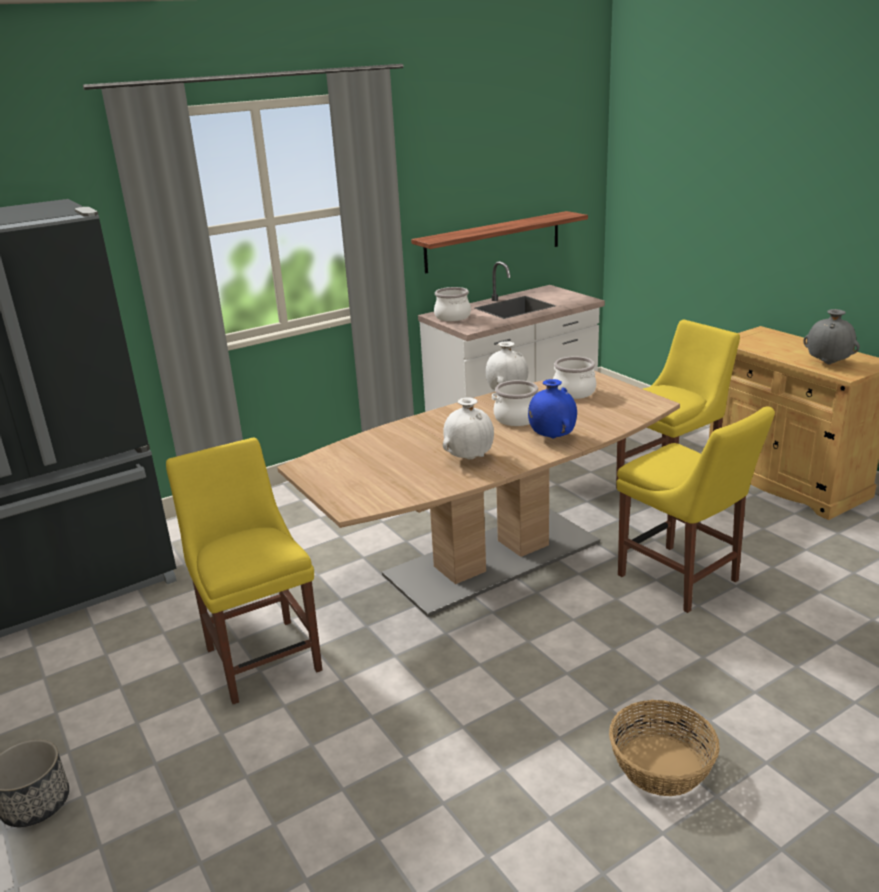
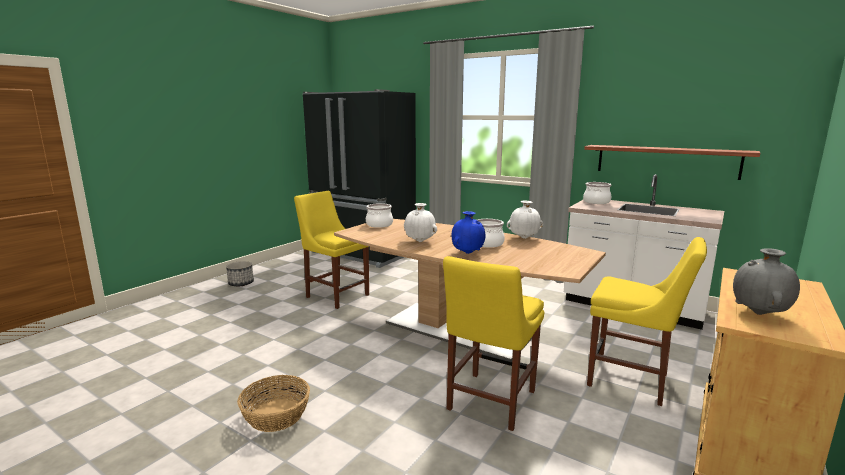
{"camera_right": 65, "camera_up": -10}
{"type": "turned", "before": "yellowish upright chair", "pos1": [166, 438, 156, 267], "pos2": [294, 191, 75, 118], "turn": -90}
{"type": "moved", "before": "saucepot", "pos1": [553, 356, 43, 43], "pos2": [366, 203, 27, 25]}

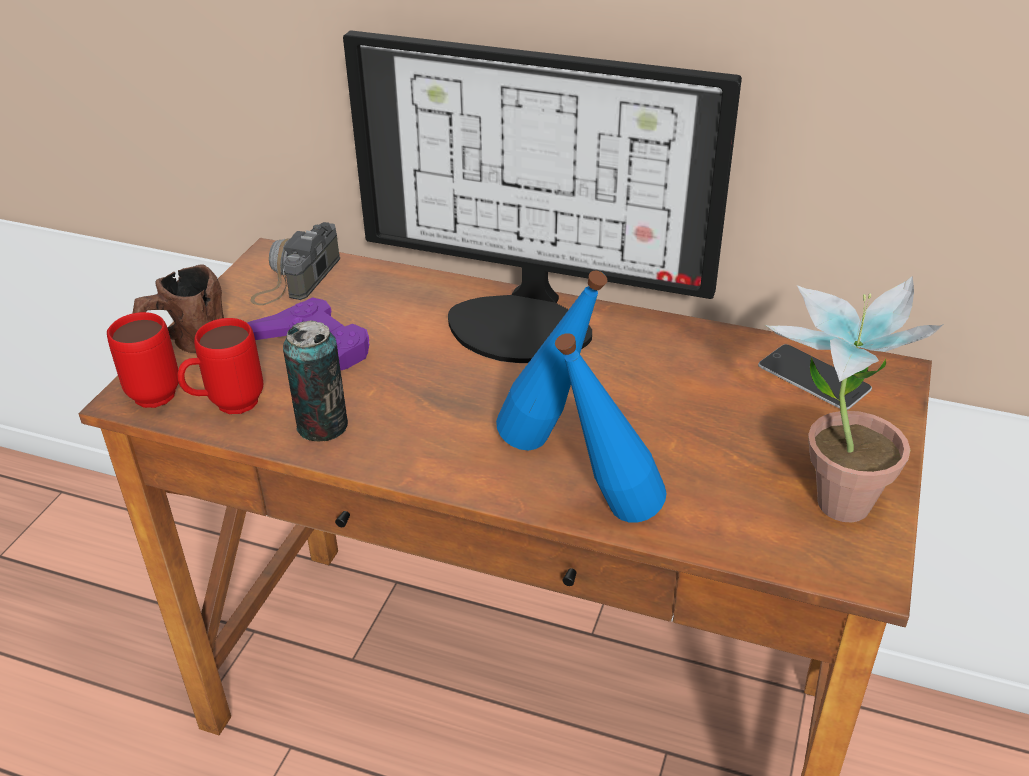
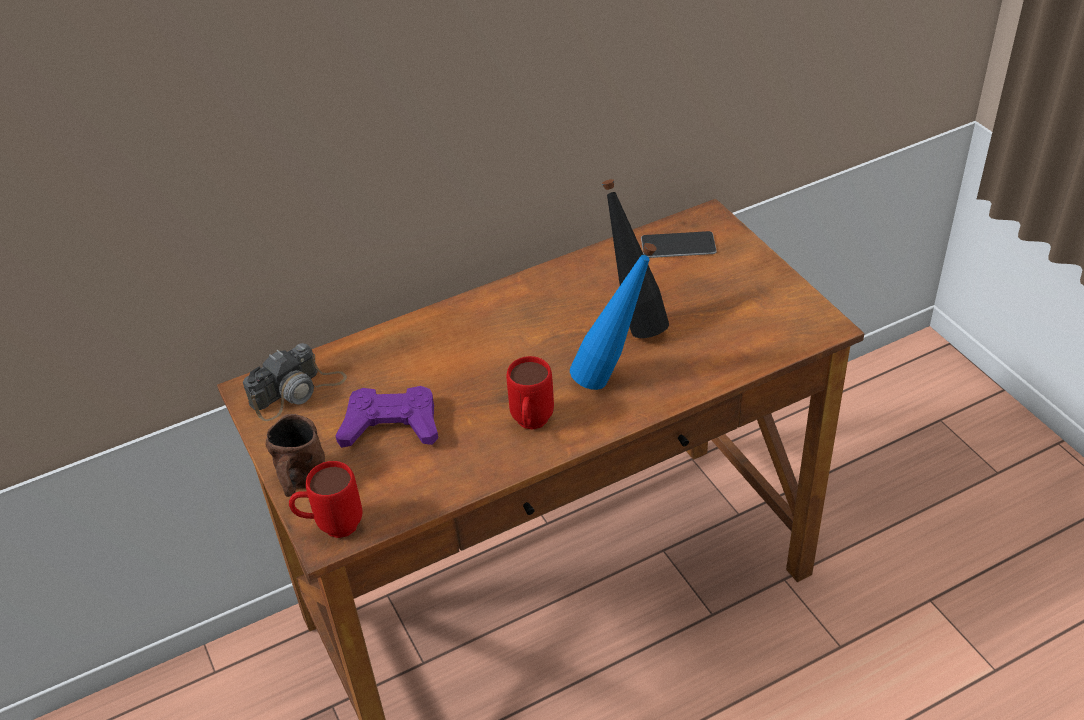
{"camera_right": -45, "camera_up": 5}
{"type": "moved", "before": "red-coloured tea mug", "pos1": [177, 318, 86, 96], "pos2": [506, 356, 48, 74]}
{"type": "turned", "before": "still camera", "pos1": [250, 222, 90, 83], "pos2": [243, 343, 104, 78], "turn": -105}
{"type": "removed", "before": "can", "pos1": [283, 320, 65, 121]}
{"type": "removed", "before": "monitor", "pos1": [343, 30, 399, 333]}
{"type": "removed", "before": "blue-coloured beverage bottle", "pos1": [555, 333, 111, 190]}
{"type": "removed", "before": "plant in a pot", "pos1": [765, 276, 179, 246]}
{"type": "added", "after": "black-coloured beverage bottle", "pos2": [602, 179, 67, 159]}

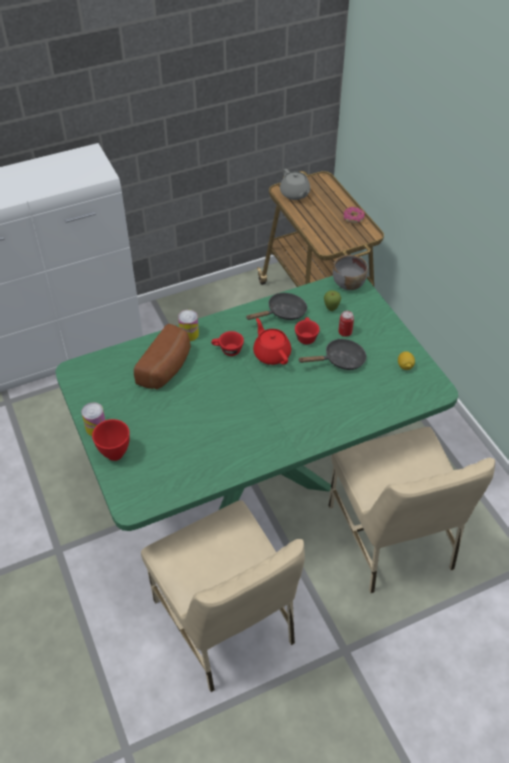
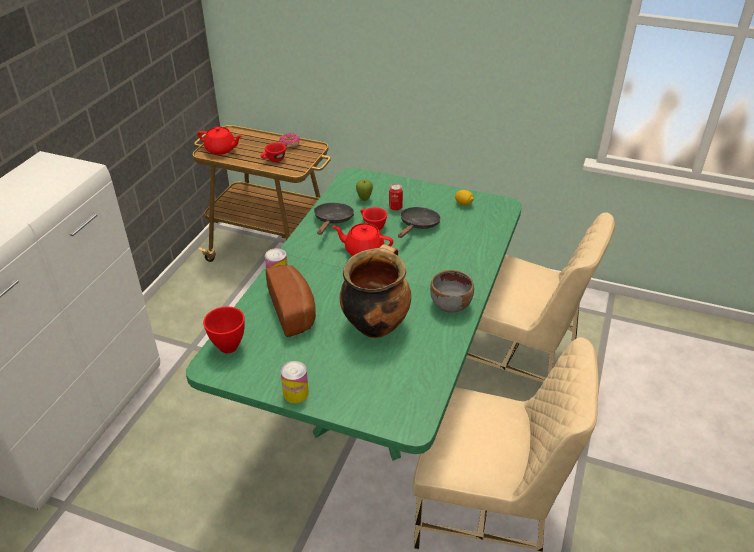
{"camera_right": -45, "camera_up": -10}
{"type": "moved", "before": "red-coloured serving bowl", "pos1": [92, 419, 38, 42], "pos2": [203, 306, 42, 47]}
{"type": "moved", "before": "red-coloured cup", "pos1": [211, 331, 33, 25], "pos2": [261, 142, 25, 20]}
{"type": "recoloured", "before": "greyish pot for tea", "after": "red-coloured pot for tea", "pos1": [280, 169, 30, 31], "pos2": [198, 127, 44, 28]}
{"type": "moved", "before": "greyish serving bowl", "pos1": [333, 255, 35, 35], "pos2": [430, 270, 44, 43]}
{"type": "added", "after": "saucepot", "pos2": [340, 244, 71, 94]}

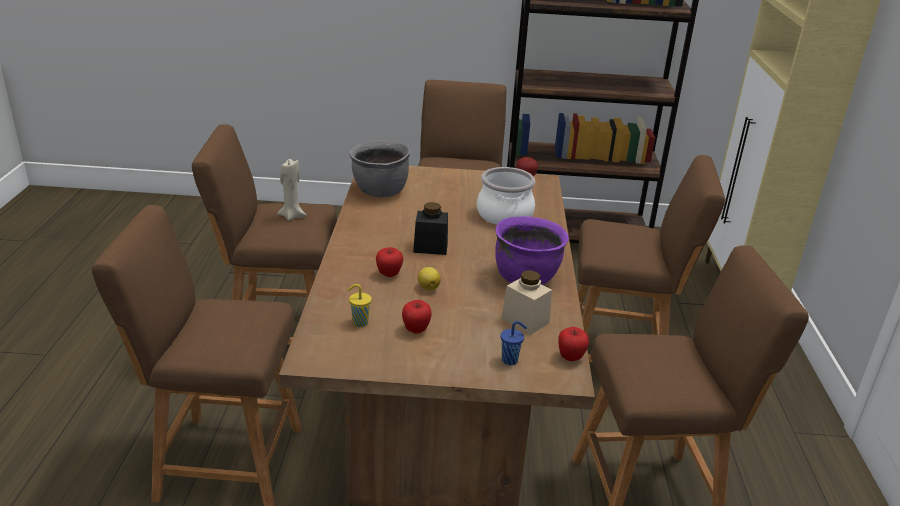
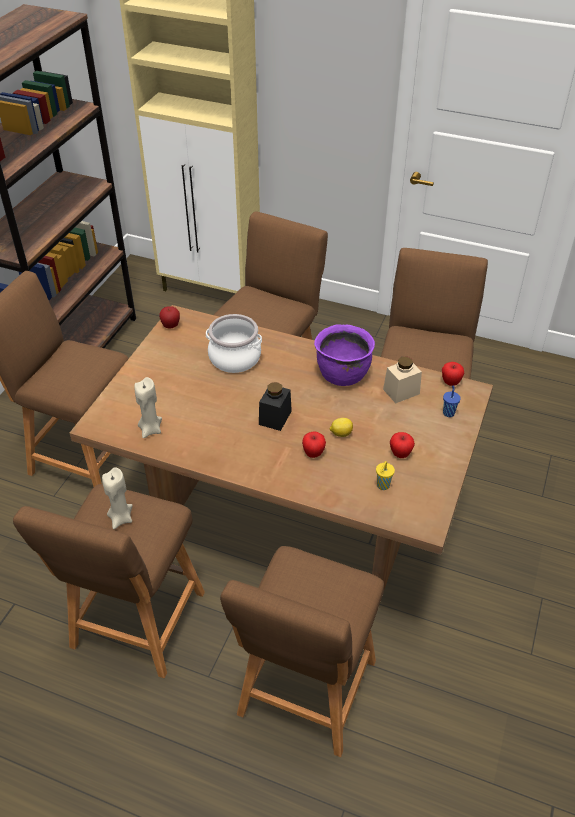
{"camera_right": -70, "camera_up": 15}
{"type": "replaced", "before": "greyish saucepot", "after": "sand-coloured candle", "pos1": [349, 140, 62, 57], "pos2": [134, 377, 28, 61]}

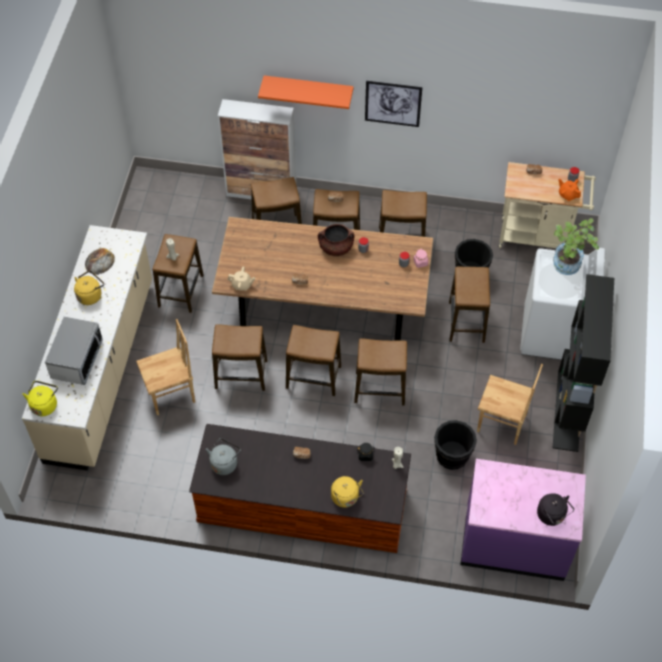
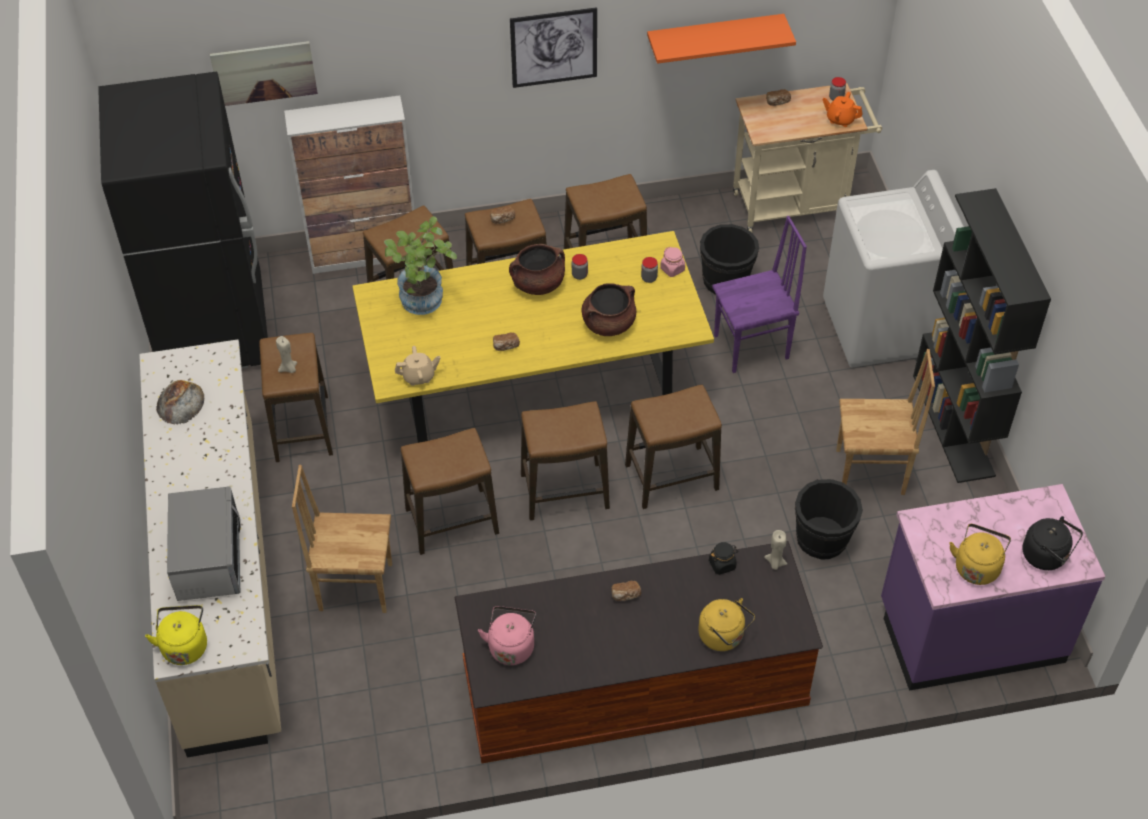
{"camera_right": -20, "camera_up": -5}
{"type": "moved", "before": "yellowish tea kettle", "pos1": [74, 271, 30, 34], "pos2": [949, 524, 62, 61]}
{"type": "turned", "before": "brown-coloured upright chair", "pos1": [136, 319, 59, 96], "pos2": [292, 465, 100, 148], "turn": -135}
{"type": "recoloured", "before": "greyish tea kettle", "after": "pink tea kettle", "pos1": [206, 438, 35, 37], "pos2": [478, 606, 58, 59]}
{"type": "recoloured", "before": "brown-coloured dining table", "after": "yellowish dining table", "pos1": [212, 217, 221, 124], "pos2": [352, 231, 362, 212]}
{"type": "moved", "before": "orange-coloured shelf", "pos1": [258, 75, 96, 34], "pos2": [647, 14, 149, 50]}
{"type": "replaced", "before": "stool seat", "after": "purple upright chair", "pos1": [449, 267, 41, 76], "pos2": [712, 216, 95, 157]}
{"type": "moved", "before": "plant in a pot", "pos1": [553, 218, 46, 57], "pos2": [384, 216, 73, 99]}
{"type": "added", "after": "black-coloured refrigerator", "pos2": [98, 72, 170, 297]}
{"type": "added", "after": "wall picture", "pos2": [210, 41, 108, 65]}
{"type": "added", "after": "brown-coloured saucepot", "pos2": [582, 283, 54, 53]}

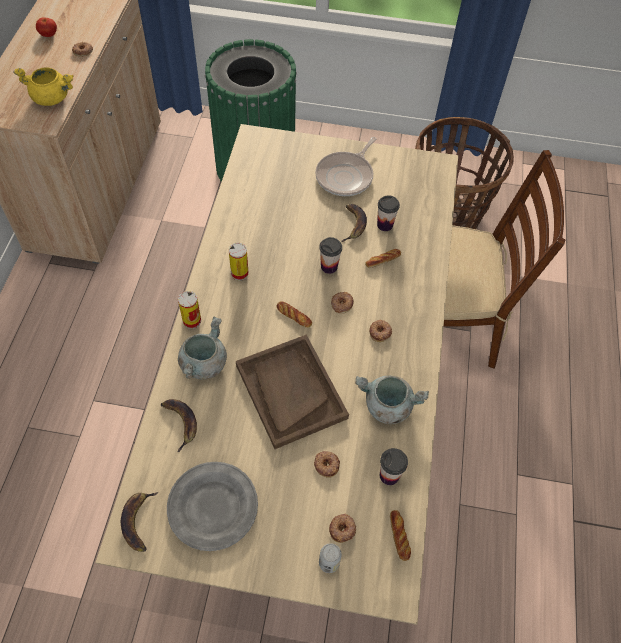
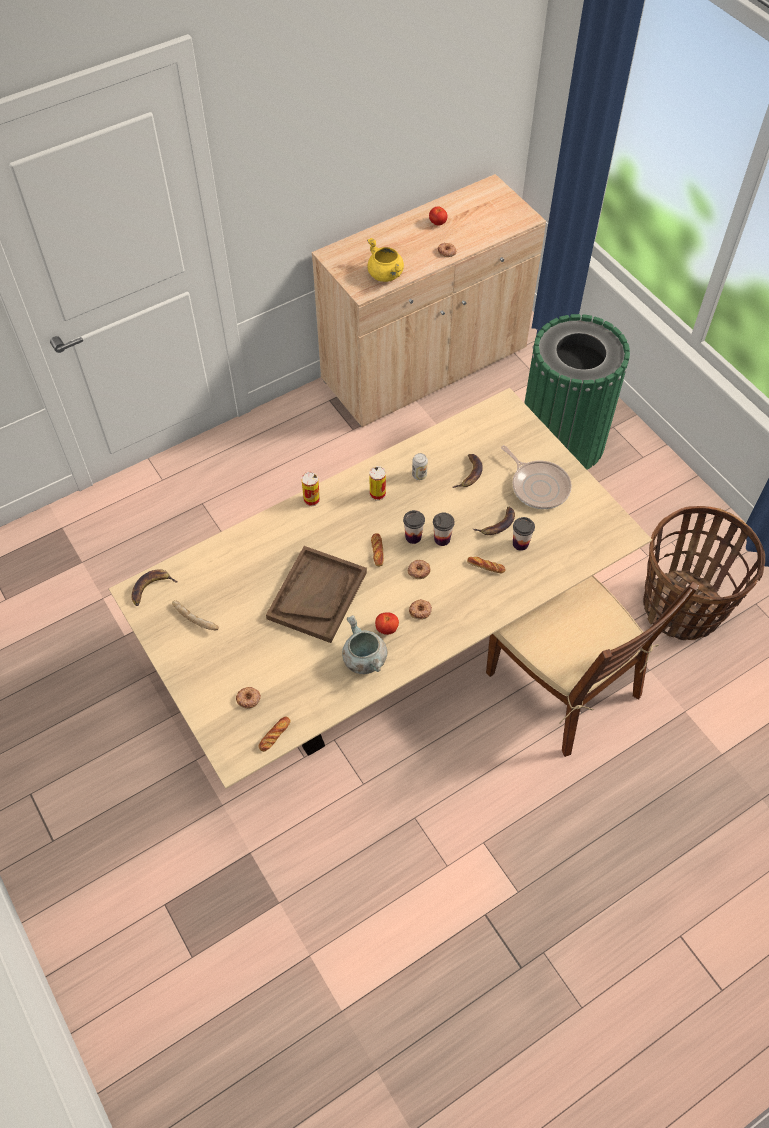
{"camera_right": 50, "camera_up": 0}
{"type": "moved", "before": "banana", "pos1": [161, 399, 36, 53], "pos2": [452, 454, 31, 34]}
{"type": "replaced", "before": "greyish dinner plate", "after": "bread", "pos1": [167, 462, 91, 89], "pos2": [172, 600, 47, 30]}
{"type": "removed", "before": "greyish saucepot", "pos1": [178, 317, 49, 62]}
{"type": "removed", "before": "doughnut", "pos1": [314, 451, 26, 27]}
{"type": "turned", "before": "frying pan", "pos1": [315, 137, 61, 59], "pos2": [501, 445, 71, 64], "turn": -120}
{"type": "moved", "before": "can", "pos1": [319, 543, 23, 30], "pos2": [412, 453, 16, 27]}
{"type": "moved", "before": "cup", "pos1": [380, 448, 28, 37], "pos2": [403, 510, 22, 34]}
{"type": "added", "after": "tomato", "pos2": [375, 612, 24, 23]}

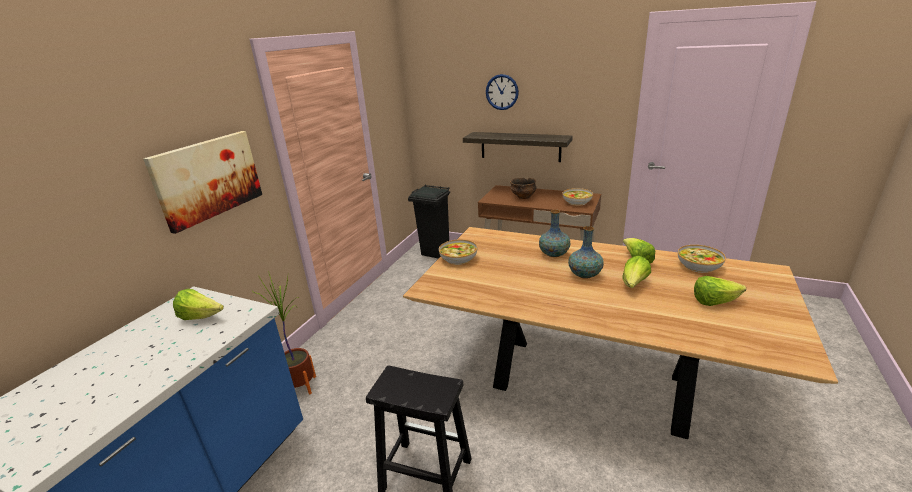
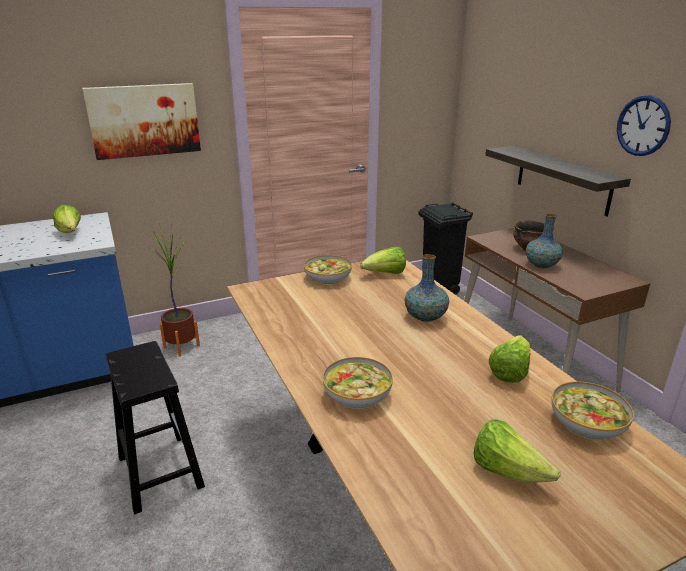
{"camera_right": 40, "camera_up": 0}
{"type": "moved", "before": "hanging clock", "pos1": [486, 74, 33, 36], "pos2": [617, 95, 54, 61]}
{"type": "moved", "before": "serving bowl", "pos1": [562, 188, 31, 18], "pos2": [323, 357, 70, 52]}
{"type": "moved", "before": "vase", "pos1": [568, 226, 36, 53], "pos2": [526, 214, 36, 54]}
{"type": "moved", "before": "lettuce", "pos1": [622, 256, 29, 32], "pos2": [360, 247, 46, 27]}

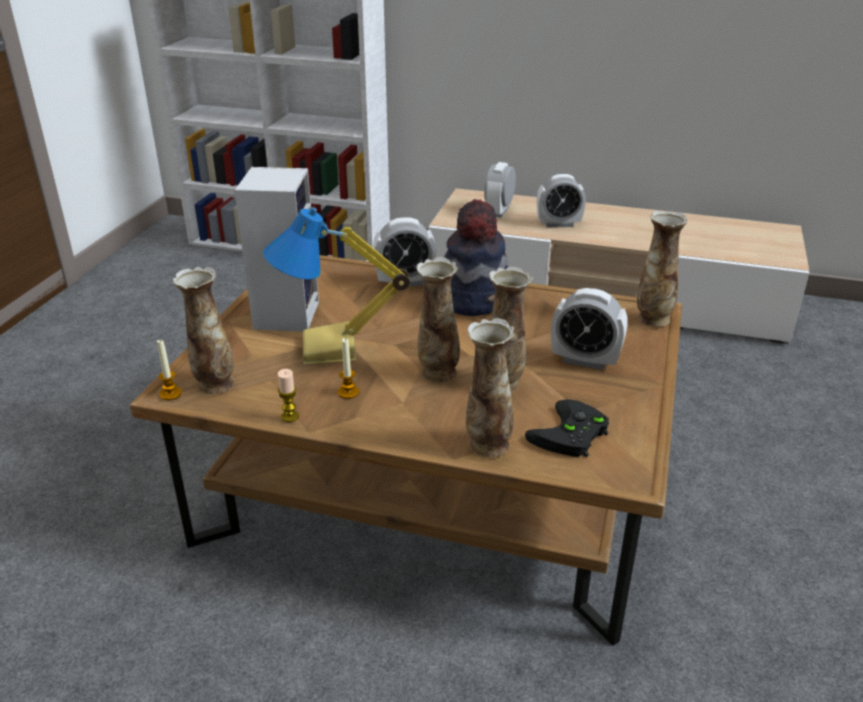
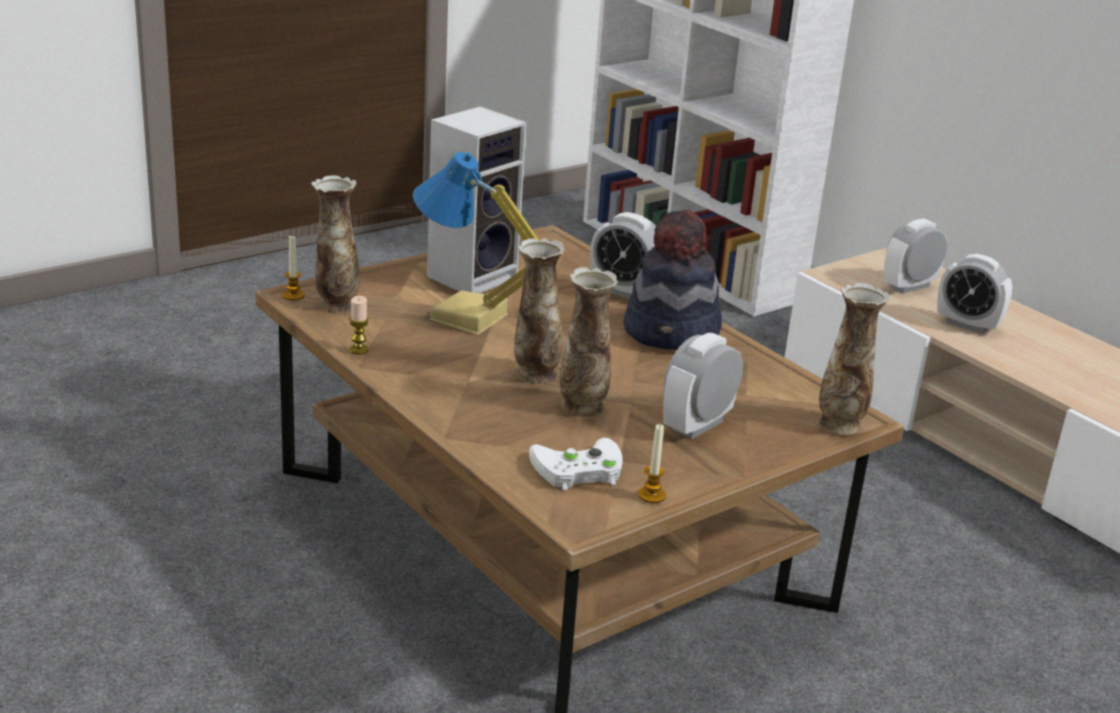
{"camera_right": 35, "camera_up": -5}
{"type": "moved", "before": "candle", "pos1": [338, 338, 21, 61], "pos2": [638, 424, 28, 79]}
{"type": "removed", "before": "vase", "pos1": [466, 318, 49, 139]}
{"type": "recoloured", "before": "black-coloured joypad", "after": "whitish joypad", "pos1": [525, 399, 84, 58], "pos2": [529, 438, 94, 53]}
{"type": "turned", "before": "alarm clock", "pos1": [551, 288, 77, 82], "pos2": [663, 333, 80, 106], "turn": 75}

